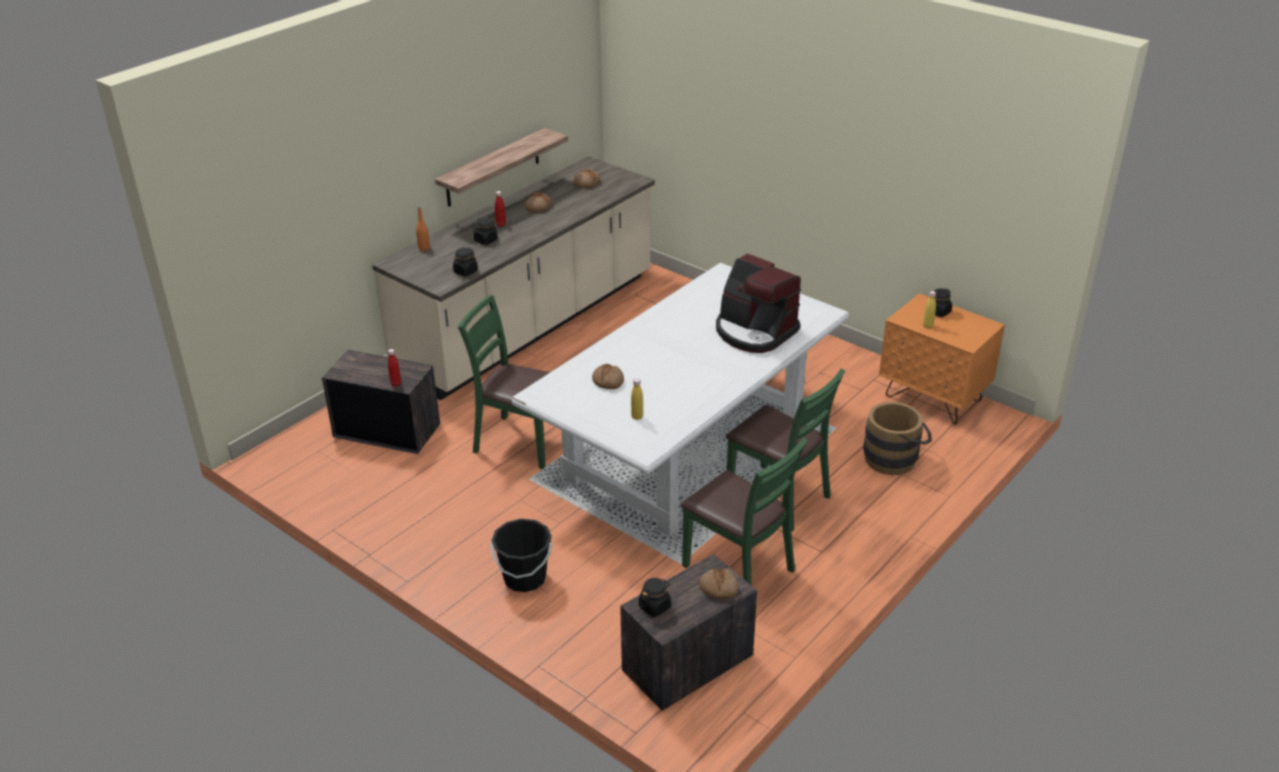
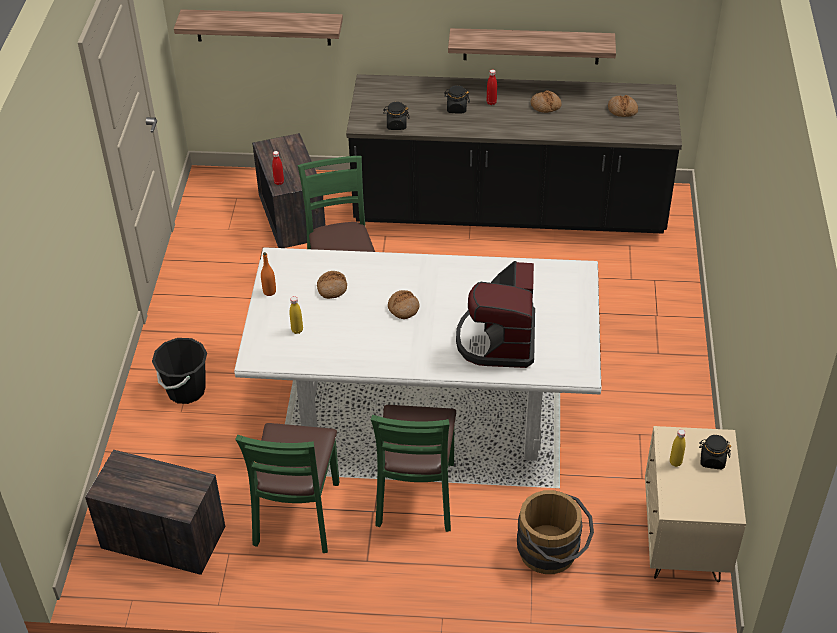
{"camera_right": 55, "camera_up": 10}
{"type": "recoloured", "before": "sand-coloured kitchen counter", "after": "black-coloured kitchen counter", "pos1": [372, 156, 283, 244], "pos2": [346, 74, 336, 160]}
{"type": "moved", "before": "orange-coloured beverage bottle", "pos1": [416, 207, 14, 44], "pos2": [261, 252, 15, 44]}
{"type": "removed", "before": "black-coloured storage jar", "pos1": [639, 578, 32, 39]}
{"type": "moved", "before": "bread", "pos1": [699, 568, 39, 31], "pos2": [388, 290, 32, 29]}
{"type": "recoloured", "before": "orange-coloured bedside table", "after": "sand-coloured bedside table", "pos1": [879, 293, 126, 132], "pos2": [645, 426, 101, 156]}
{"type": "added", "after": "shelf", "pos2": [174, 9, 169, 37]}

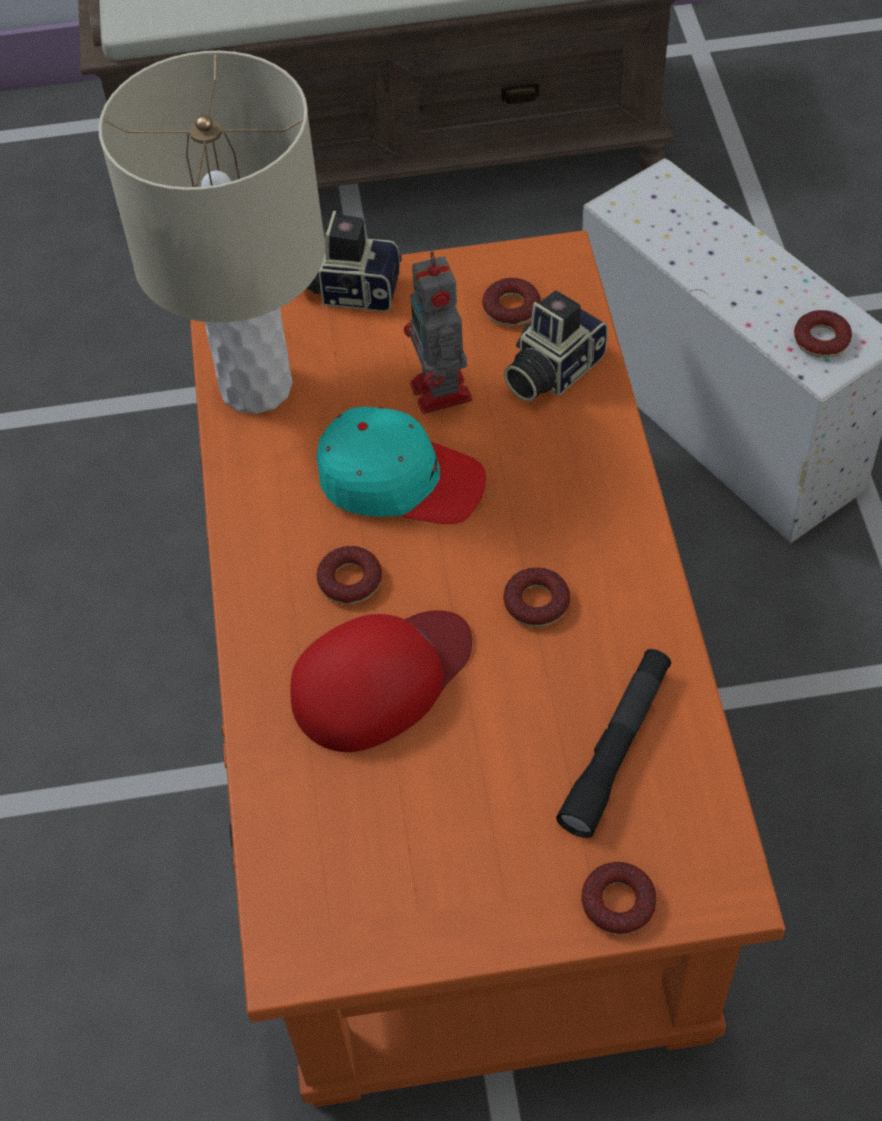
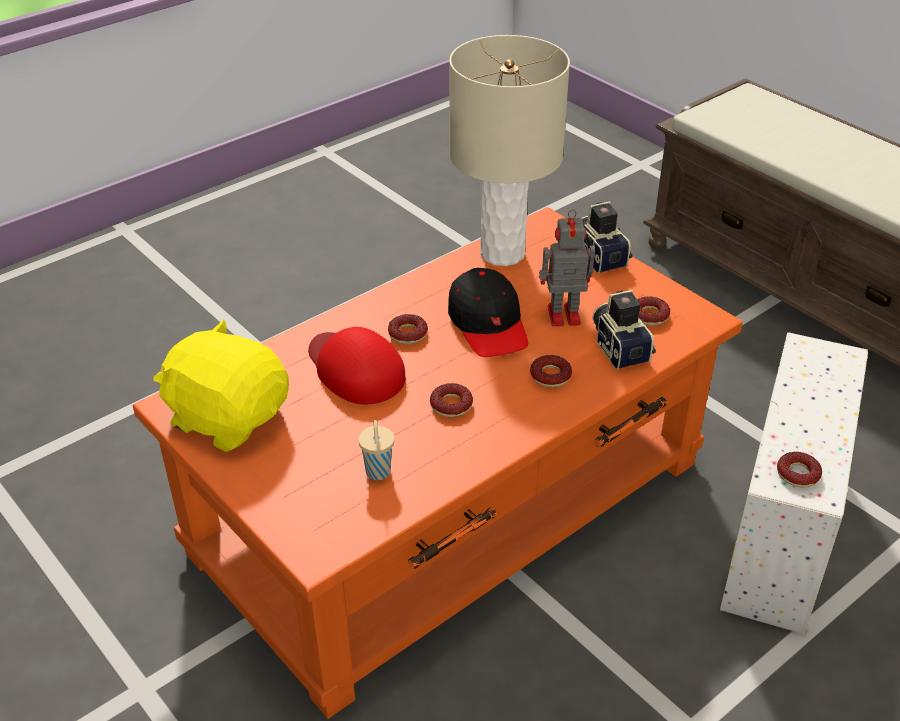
{"camera_right": 55, "camera_up": -15}
{"type": "turned", "before": "red-coloured peaked cap", "pos1": [290, 610, 182, 142], "pos2": [308, 327, 97, 78], "turn": -150}
{"type": "recoloured", "before": "turquoise-coloured peaked cap", "after": "black-coloured peaked cap", "pos1": [317, 407, 169, 117], "pos2": [448, 268, 80, 89]}
{"type": "turned", "before": "model robot", "pos1": [404, 252, 68, 162], "pos2": [539, 209, 56, 118], "turn": 45}
{"type": "turned", "before": "still camera", "pos1": [504, 290, 104, 112], "pos2": [592, 290, 64, 80], "turn": 60}
{"type": "replaced", "before": "black-coloured flashlight", "after": "sand-coloured cup", "pos1": [556, 649, 115, 189], "pos2": [358, 420, 37, 60]}
{"type": "moved", "before": "doughnut", "pos1": [581, 862, 76, 73], "pos2": [530, 355, 42, 32]}
{"type": "added", "after": "yellowish cuddly toy", "pos2": [153, 320, 136, 132]}

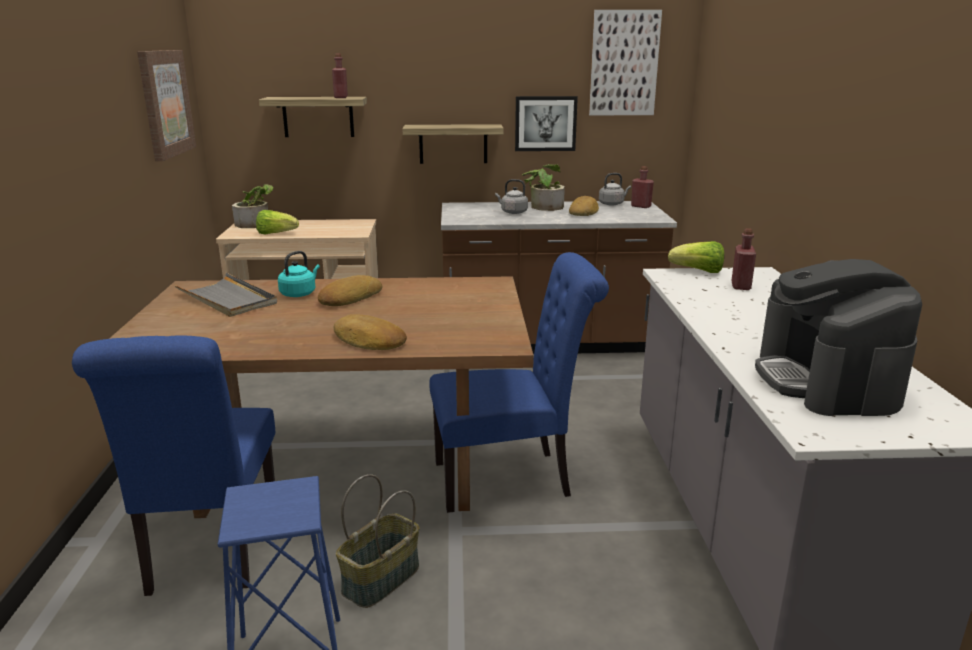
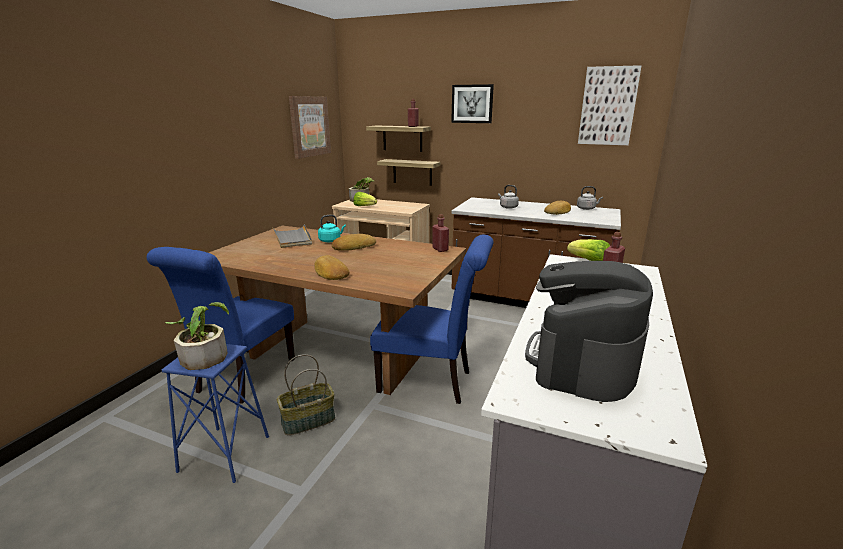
{"camera_right": 25, "camera_up": 0}
{"type": "moved", "before": "shelf", "pos1": [402, 124, 102, 40], "pos2": [377, 159, 63, 27]}
{"type": "moved", "before": "wall picture", "pos1": [515, 96, 63, 55], "pos2": [451, 84, 43, 39]}
{"type": "moved", "before": "plant in a pot", "pos1": [522, 164, 43, 47], "pos2": [165, 302, 64, 68]}
{"type": "moved", "before": "red-coloured beverage bottle", "pos1": [631, 166, 23, 42], "pos2": [432, 214, 17, 38]}

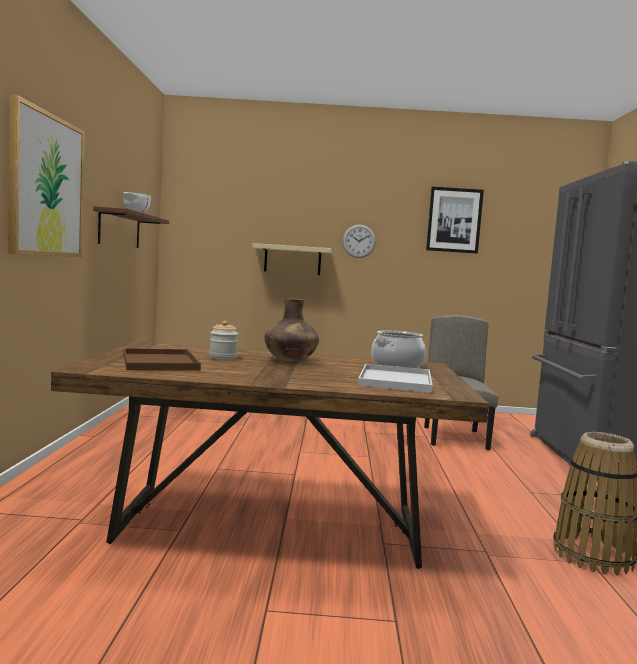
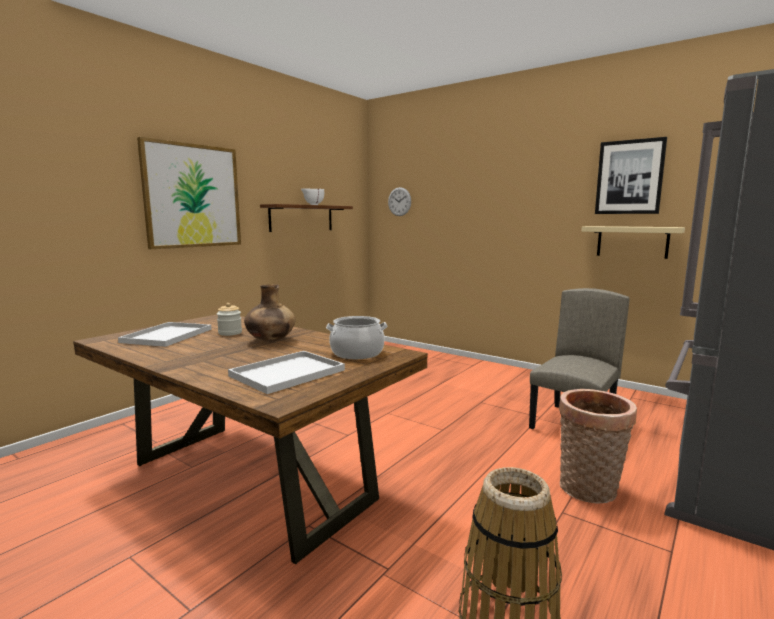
{"camera_right": 35, "camera_up": 5}
{"type": "recoloured", "before": "brown-coloured carrying tray", "after": "whitish carrying tray", "pos1": [123, 348, 78, 23], "pos2": [118, 322, 93, 25]}
{"type": "moved", "before": "sand-coloured shelf", "pos1": [252, 243, 80, 32], "pos2": [581, 226, 104, 33]}
{"type": "moved", "before": "hanging clock", "pos1": [343, 225, 33, 33], "pos2": [388, 187, 23, 29]}
{"type": "added", "after": "storage basket", "pos2": [559, 389, 78, 114]}

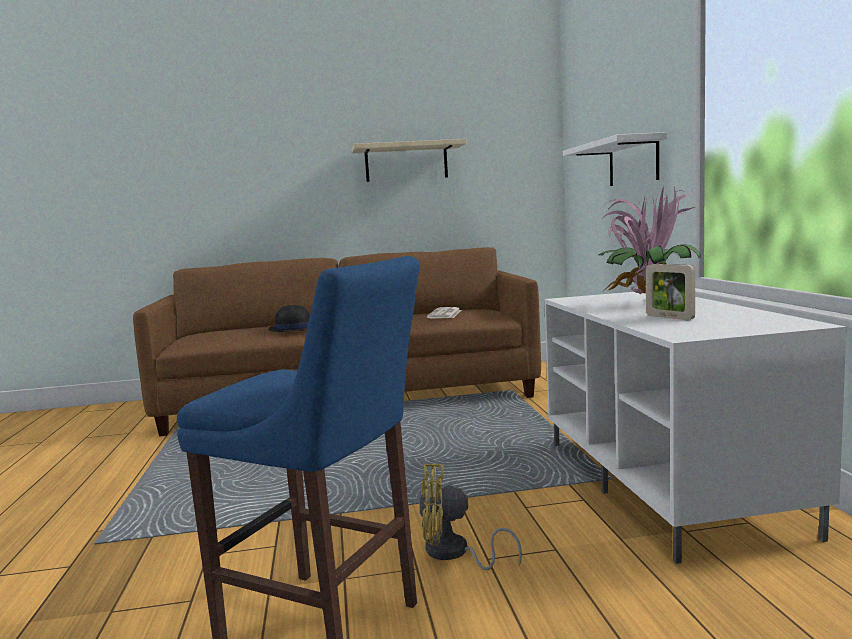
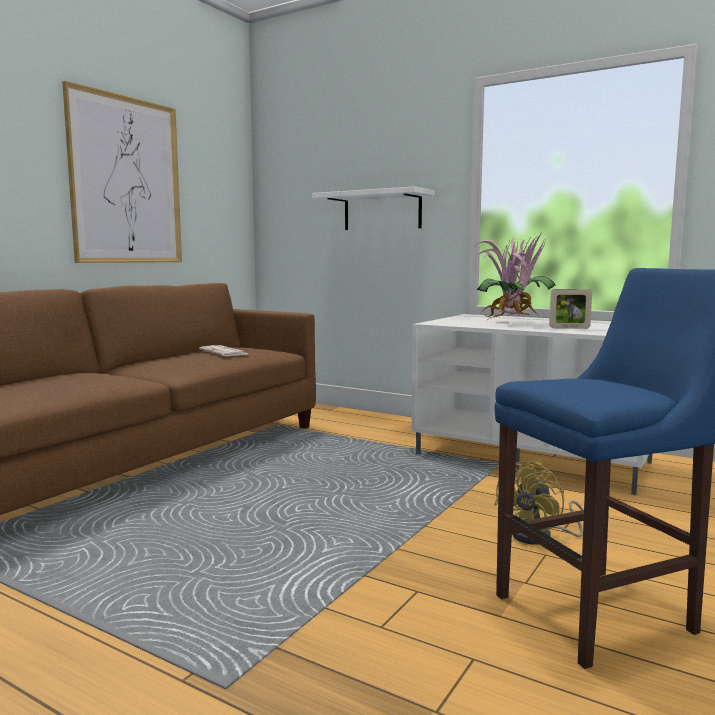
{"camera_right": -50, "camera_up": 0}
{"type": "removed", "before": "black-coloured clothing hat", "pos1": [269, 305, 41, 27]}
{"type": "replaced", "before": "sand-coloured shelf", "after": "wall picture", "pos1": [352, 139, 114, 43], "pos2": [62, 81, 120, 182]}

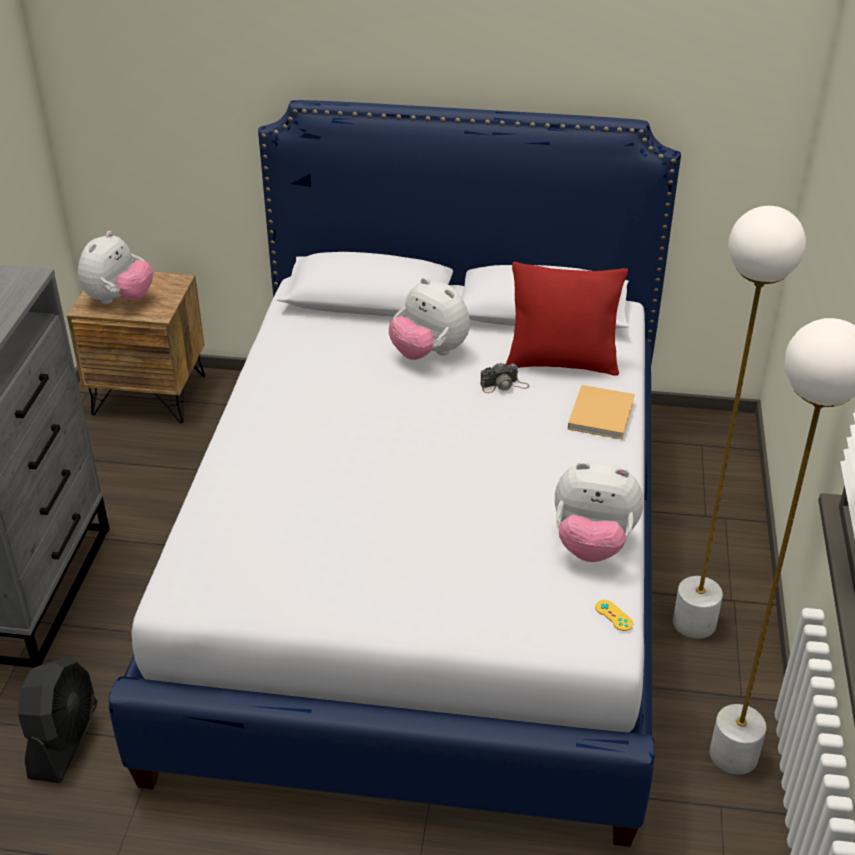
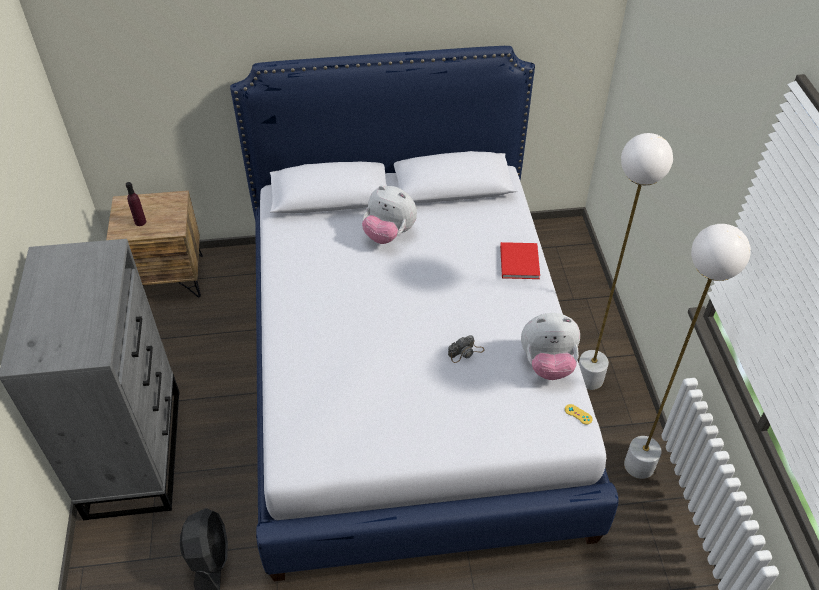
{"camera_right": -15, "camera_up": 10}
{"type": "replaced", "before": "cuddly toy", "after": "purple beverage bottle", "pos1": [78, 231, 75, 73], "pos2": [126, 182, 20, 44]}
{"type": "moved", "before": "still camera", "pos1": [480, 362, 49, 31], "pos2": [448, 335, 37, 28]}
{"type": "removed", "before": "red-coloured throw pillow", "pos1": [505, 262, 123, 114]}
{"type": "recoloured", "before": "sand-coloured volume", "after": "red-coloured volume", "pos1": [568, 385, 67, 55], "pos2": [500, 242, 40, 37]}

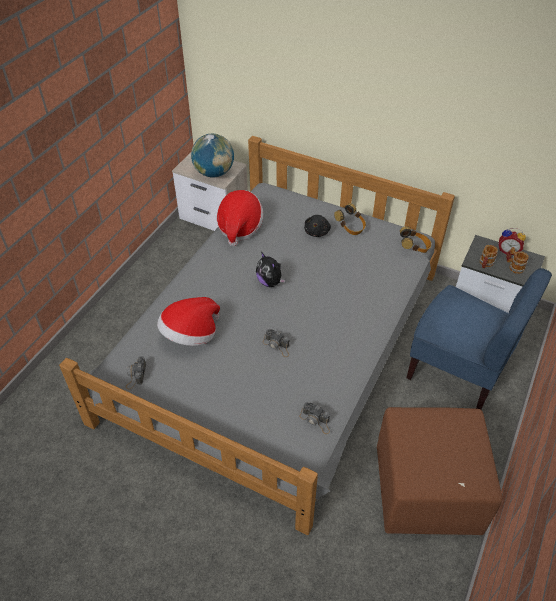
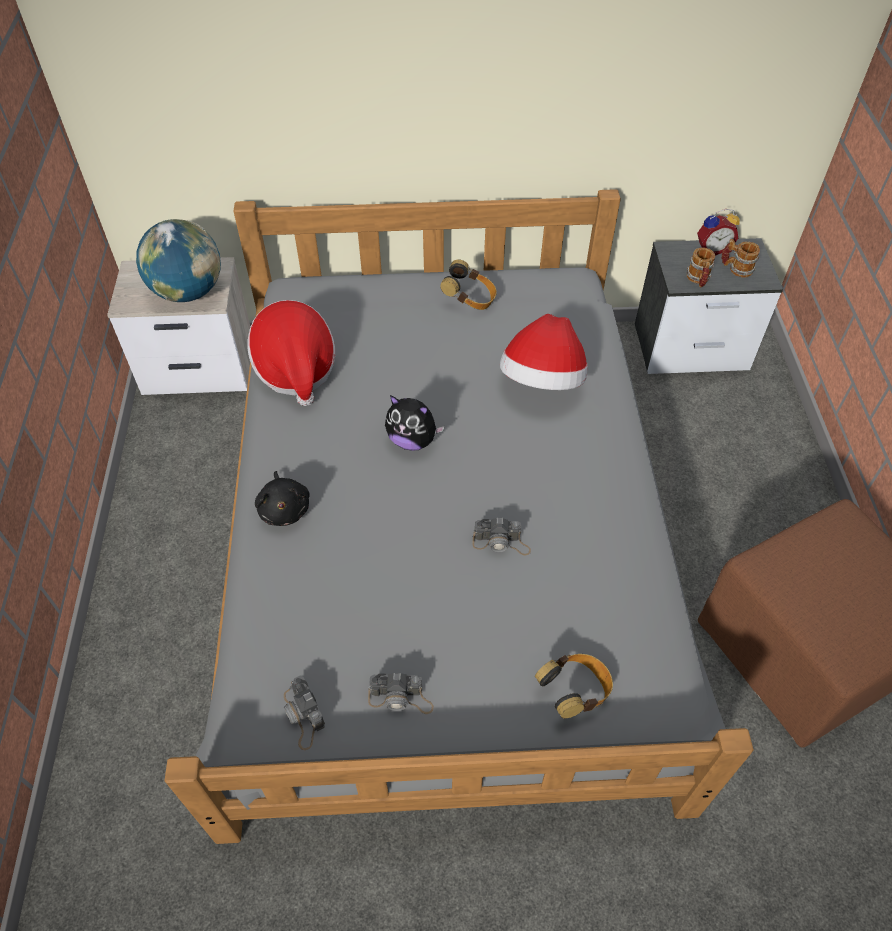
{"camera_right": -30, "camera_up": 5}
{"type": "moved", "before": "clothing hat", "pos1": [157, 297, 63, 49], "pos2": [500, 314, 88, 76]}
{"type": "moved", "before": "still camera", "pos1": [299, 402, 31, 32], "pos2": [368, 673, 66, 41]}
{"type": "moved", "before": "black-coloured cuddly toy", "pos1": [304, 215, 27, 22], "pos2": [255, 471, 55, 55]}
{"type": "moved", "before": "headphones", "pos1": [400, 226, 31, 27], "pos2": [535, 654, 78, 64]}
{"type": "removed", "before": "blue-coloured upright chair", "pos1": [407, 268, 145, 142]}

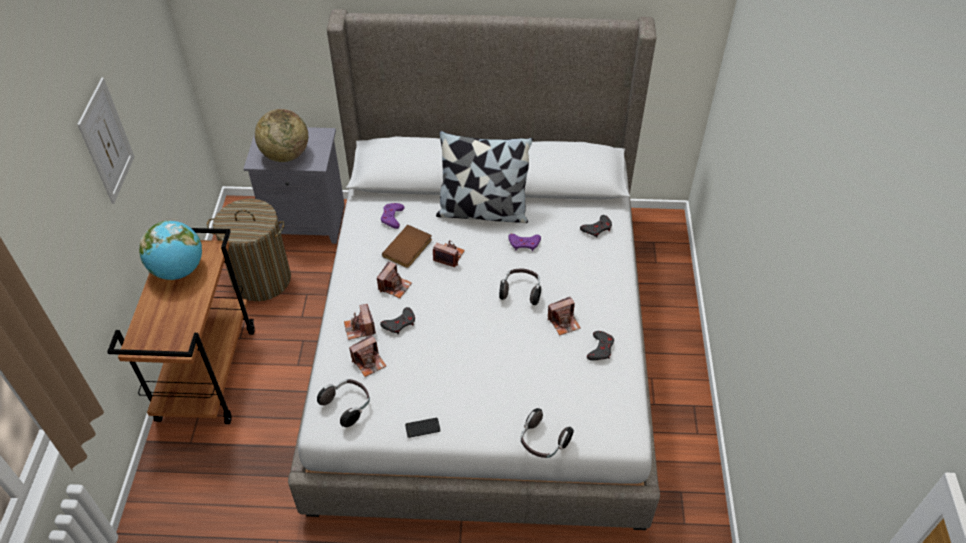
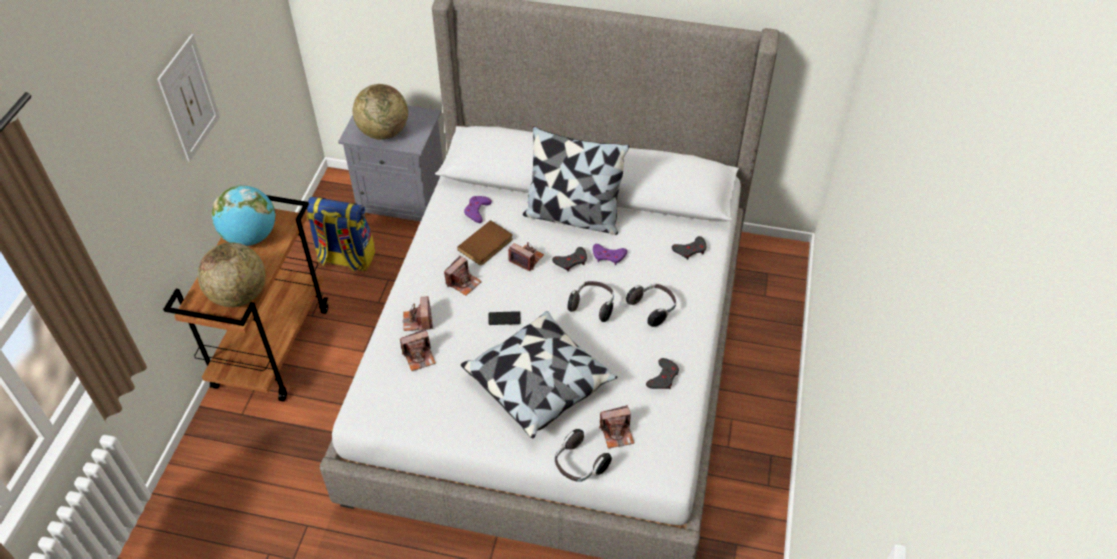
{"camera_right": 10, "camera_up": 0}
{"type": "replaced", "before": "laundry basket", "after": "knapsack", "pos1": [207, 199, 84, 102], "pos2": [307, 197, 68, 75]}
{"type": "moved", "before": "headphones", "pos1": [317, 379, 53, 48], "pos2": [626, 284, 50, 43]}
{"type": "moved", "before": "greyish joypad", "pos1": [380, 307, 35, 27], "pos2": [552, 247, 35, 24]}
{"type": "moved", "before": "phone", "pos1": [405, 418, 36, 20], "pos2": [488, 311, 33, 14]}
{"type": "moved", "before": "still camera", "pos1": [548, 297, 33, 39], "pos2": [599, 405, 35, 43]}
{"type": "added", "after": "world globe", "pos2": [198, 243, 67, 64]}
{"type": "added", "after": "throw pillow", "pos2": [461, 311, 156, 127]}

